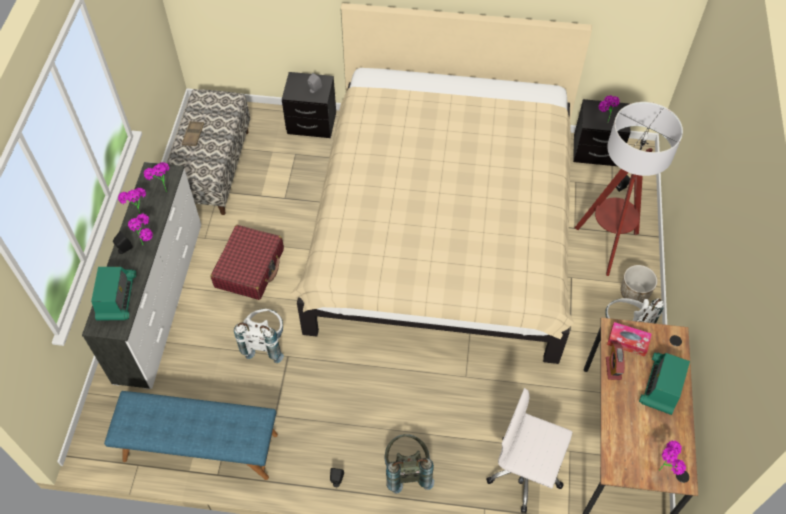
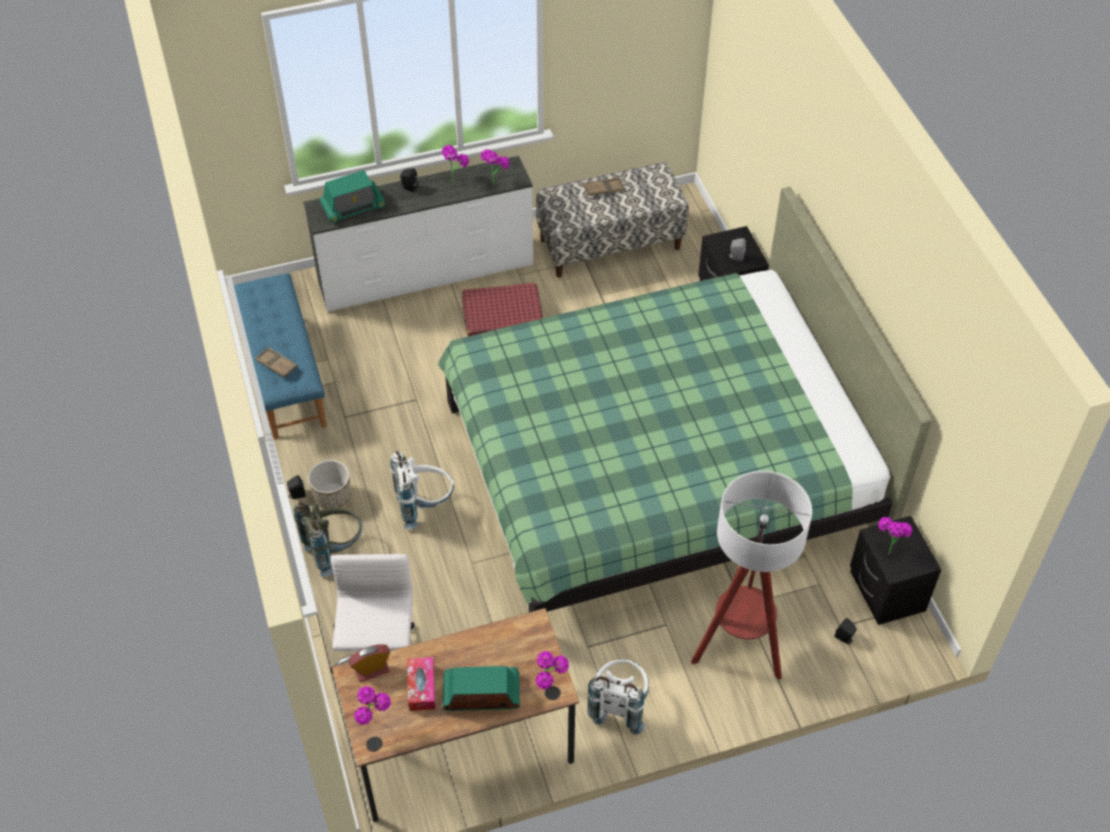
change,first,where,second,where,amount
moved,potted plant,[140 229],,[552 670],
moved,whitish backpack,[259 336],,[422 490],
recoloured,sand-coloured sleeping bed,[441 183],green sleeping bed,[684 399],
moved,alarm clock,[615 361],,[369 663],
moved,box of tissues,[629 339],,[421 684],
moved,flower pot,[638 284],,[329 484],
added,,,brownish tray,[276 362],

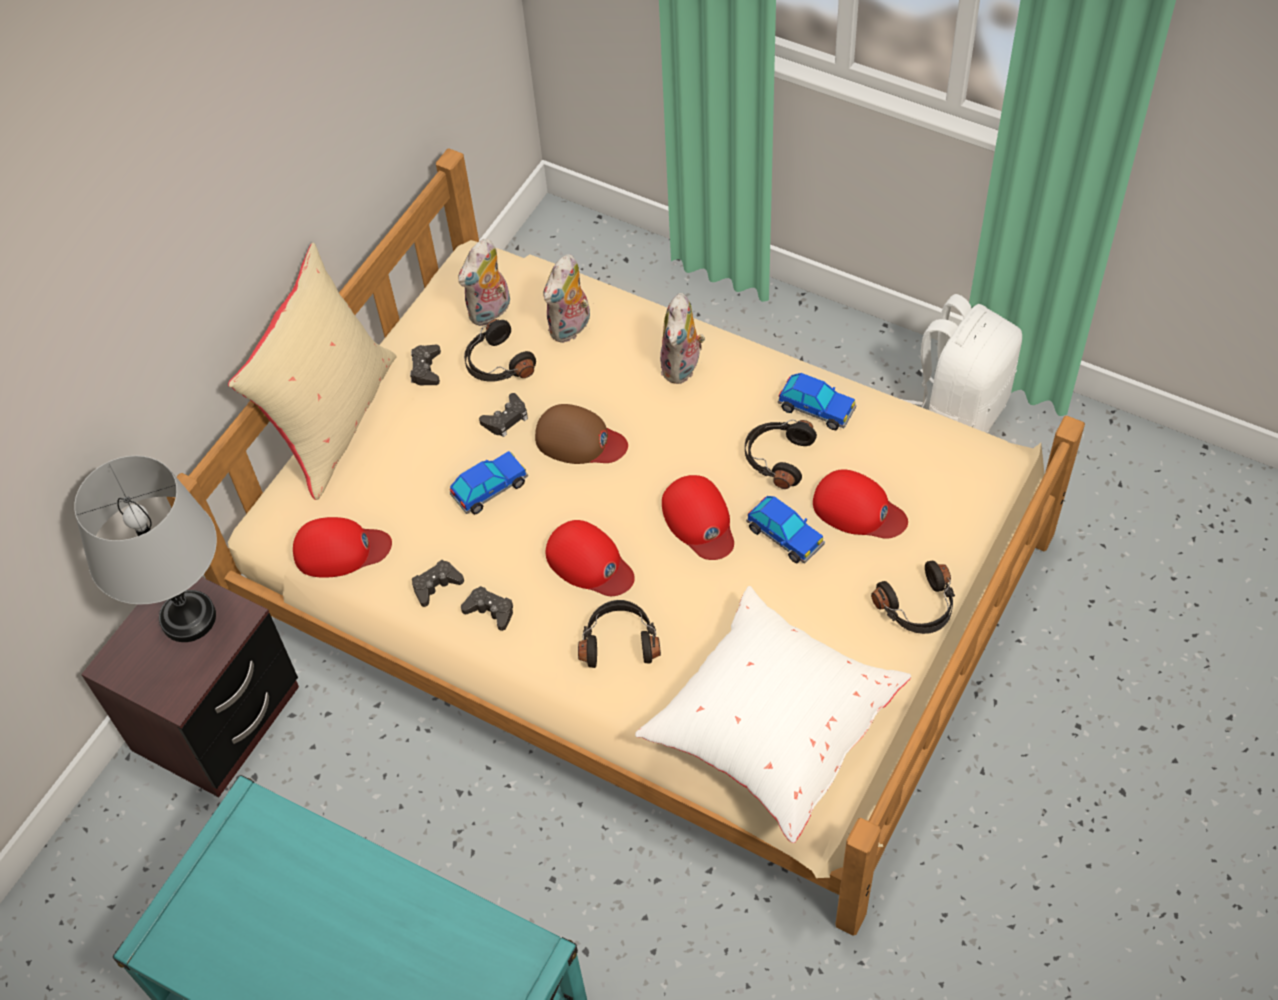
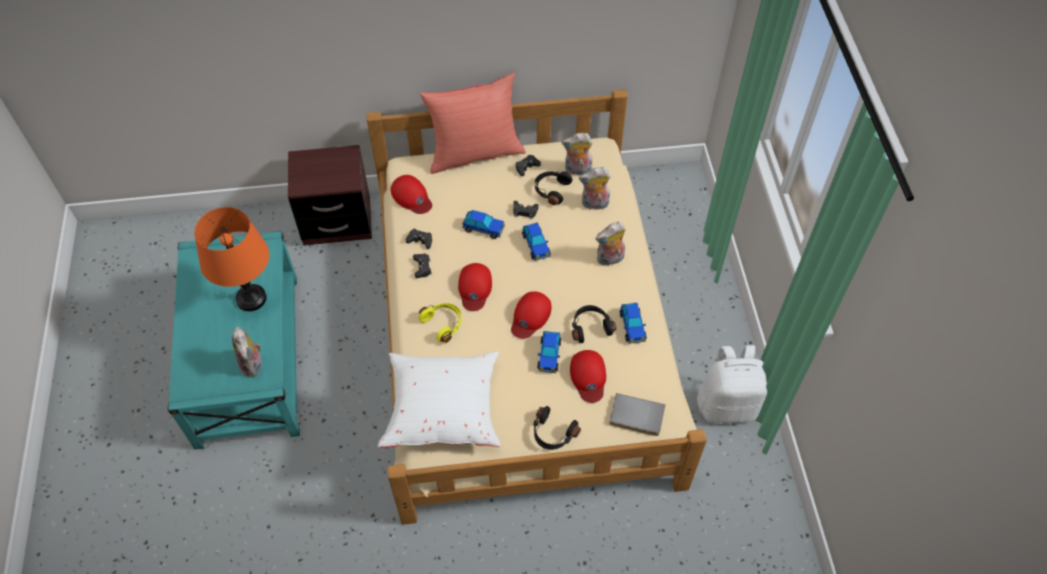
change,first,where,second,where,amount
removed,gray tabletop lamp,[145 549],,,
recoloured,sand-coloured cushion,[312 371],red cushion,[472 123],
replaced,brownish cap,[581 434],toy car,[536 242],
recoloured,blackish headphones,[619 634],yellow headphones,[440 323],
added,,,orange-coloured tabletop lamp,[231 259],
added,,,plush toy,[247 352],
added,,,gray bound book,[637 414],

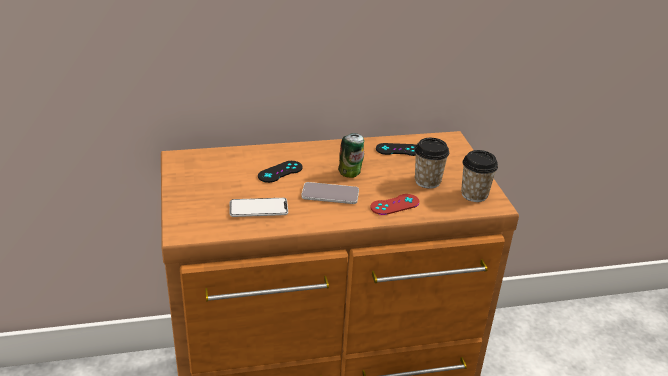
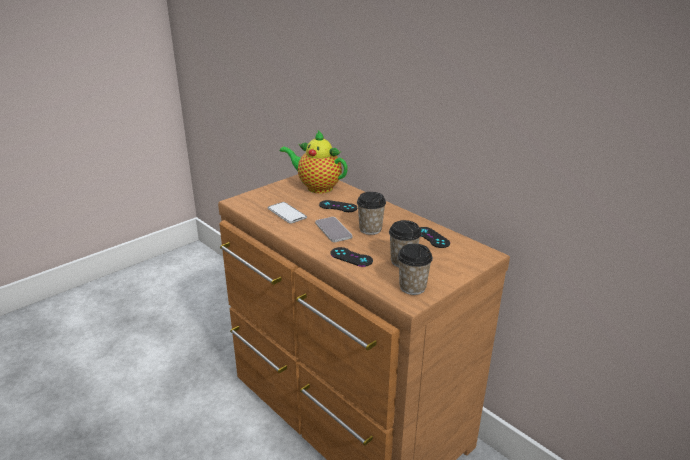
change,first,where,second,where,amount
replaced,metal can,[351 155],small cup,[371 213],
recoloured,red game controller,[394 204],blackish game controller,[352 257],
added,,,pot for tea,[314 161],

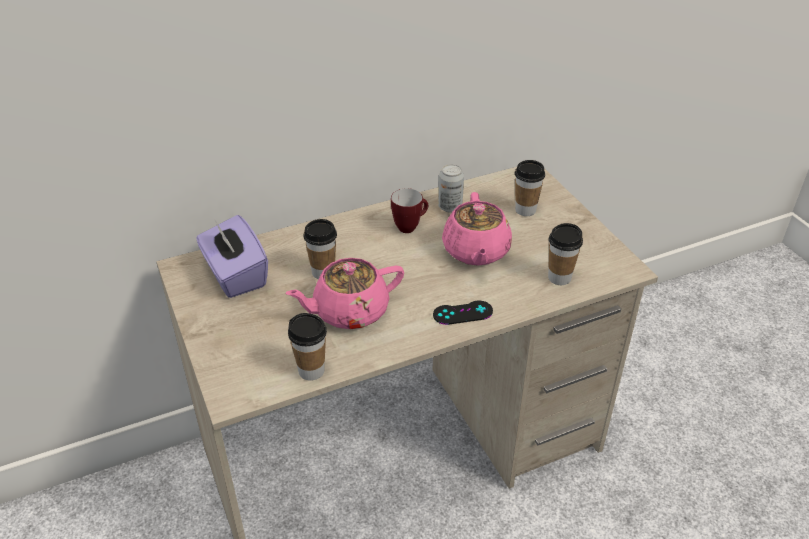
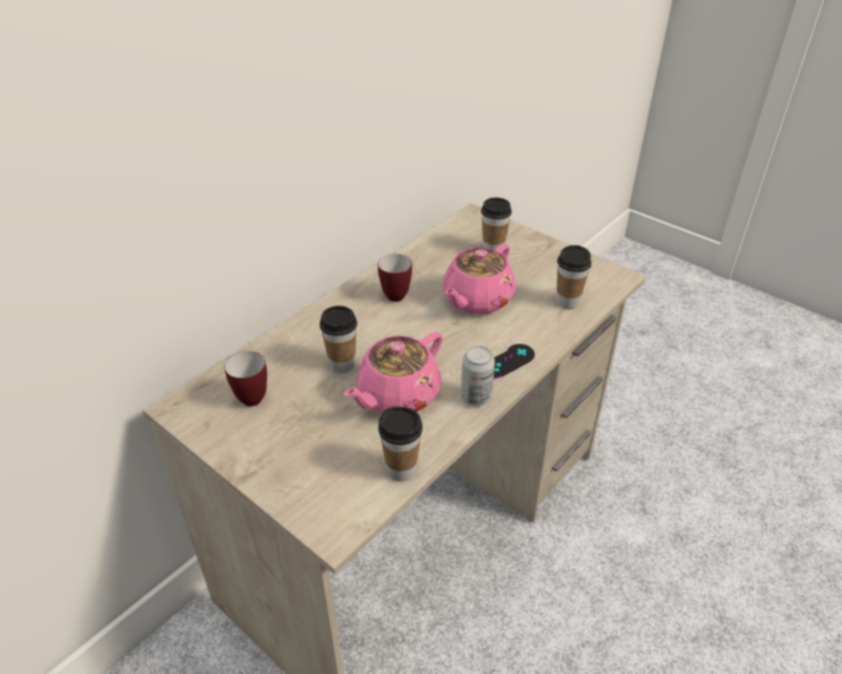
change,first,where,second,where,amount
replaced,purple box of tissues,[232 256],coffee mug,[245 378],
moved,metal can,[451 188],,[478 376],
turned,pinkish pot for tea,[477 229],,[479 279],60 degrees clockwise

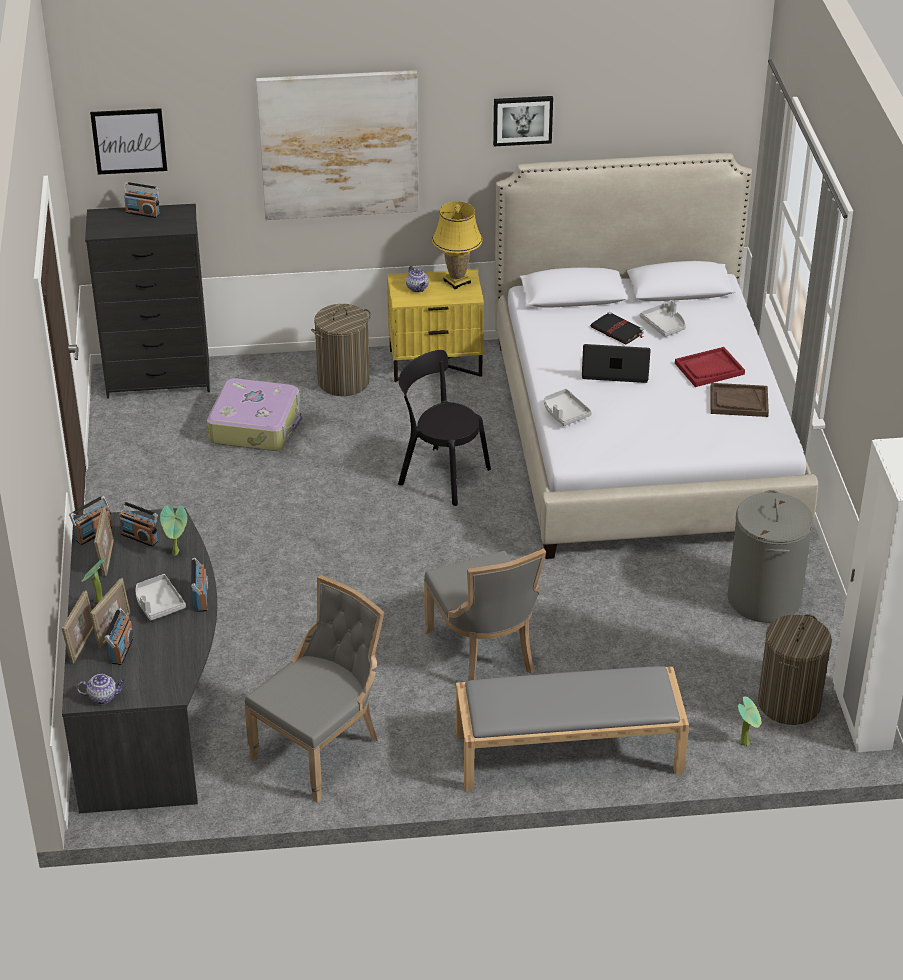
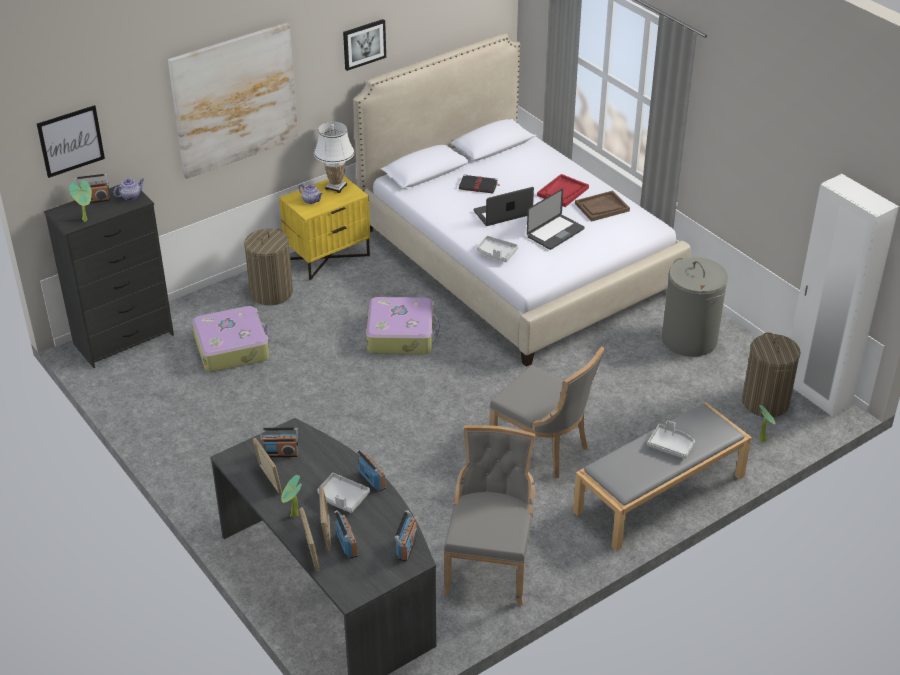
change,first,where,second,where,amount
moved,radio,[90 520],,[406 536],
moved,pot for tea,[100 689],,[129 189],
moved,potted plant,[173 530],,[80 201],
replaced,blackish upright chair,[444 428],travel case,[403 325],
recoloured,yellow tabletop lamp,[457 245],whitish tabletop lamp,[334 157],
moved,gray tray,[663 318],,[671 439],
added,,,laptop,[556 219],

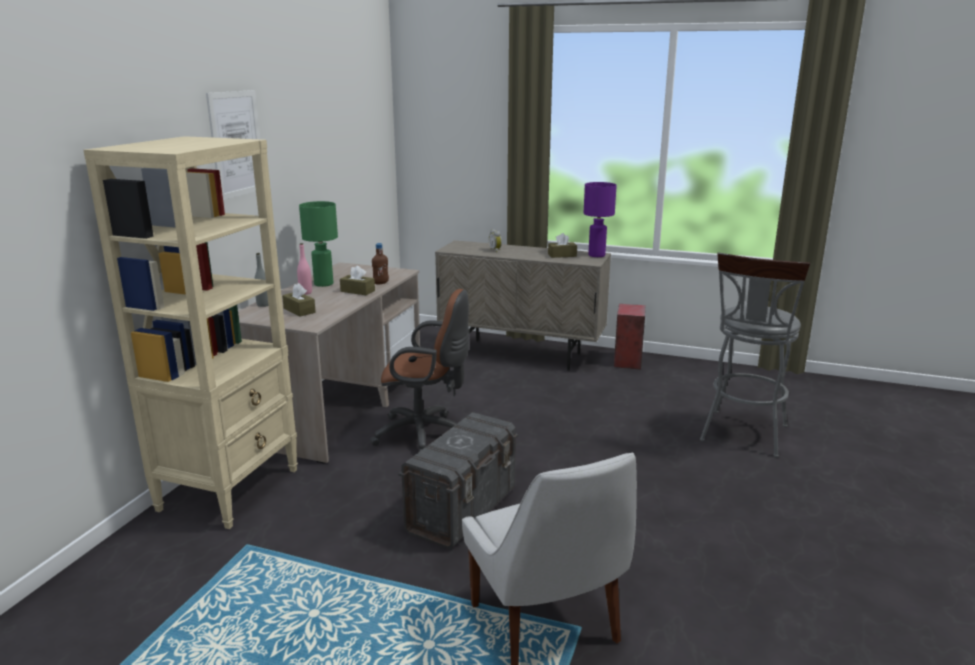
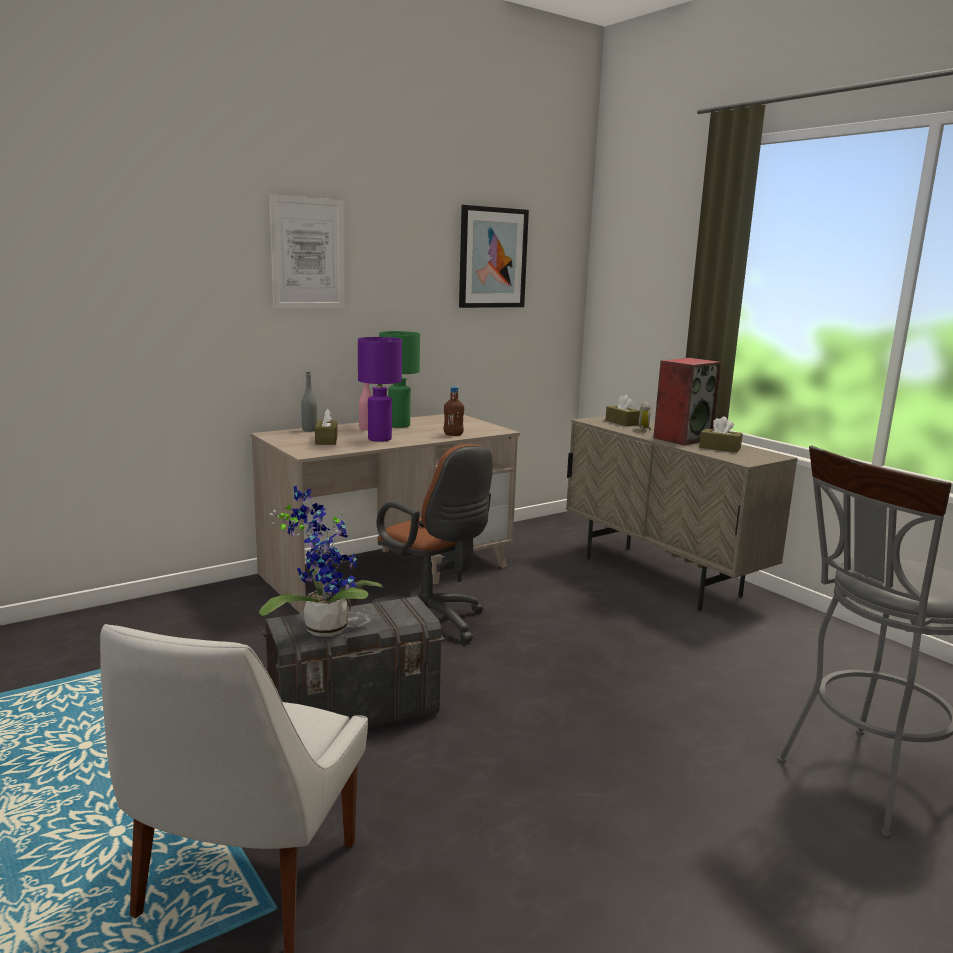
change,first,where,second,where,amount
removed,sand-coloured shelving unit,[190 332],,,
moved,brownish box of tissues,[357 280],,[623 410],
moved,purple tabletop lamp,[600 219],,[380 389],
moved,loudspeaker,[630 336],,[687 401],
added,,,potted plant,[321 561],
added,,,wall art,[494 256],

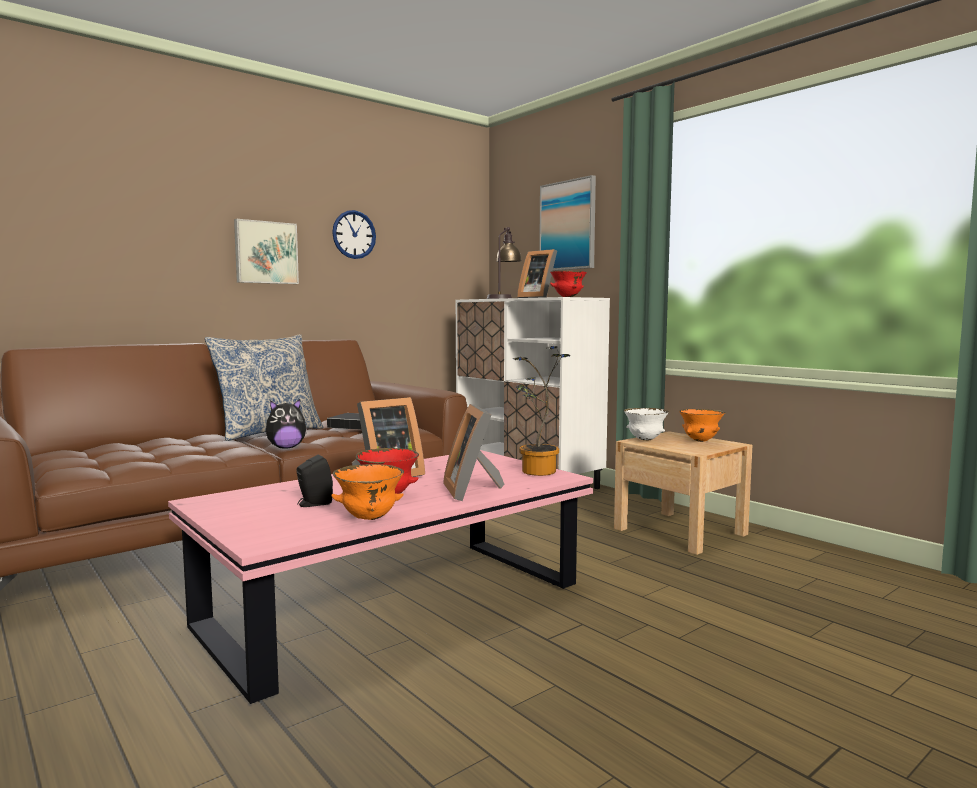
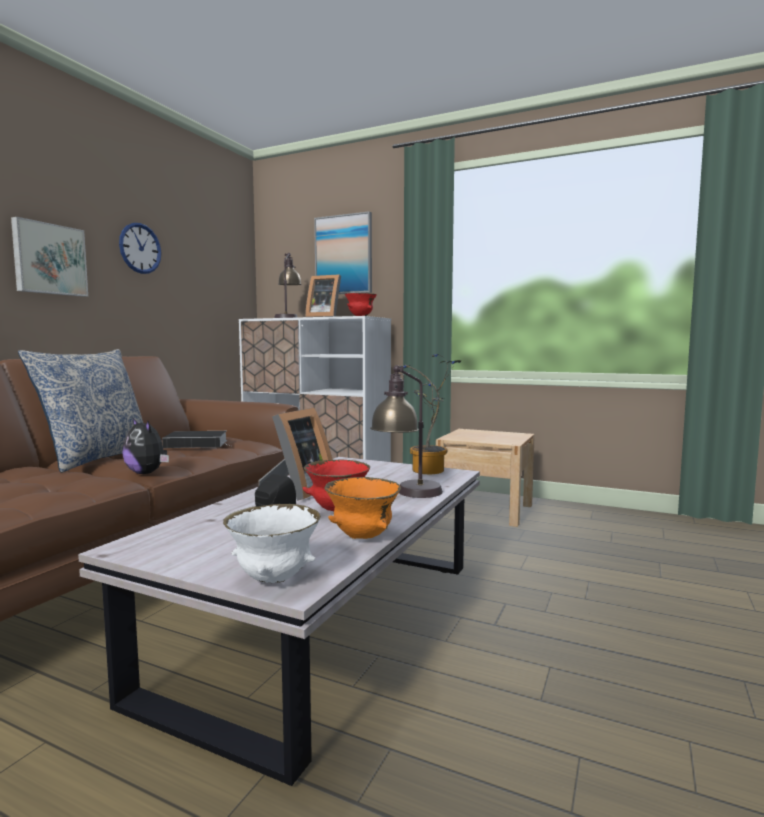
change,first,where,second,where,amount
recoloured,pinkish low table,[380 577],whitish low table,[279 621],
turned,plush toy,[286 424],,[145 446],90 degrees clockwise
replaced,standing frame,[473 452],tabletop lamp,[406 431],
moved,whitish deep dish,[646 424],,[272 543],
removed,orange-coloured deep dish,[702 425],,,

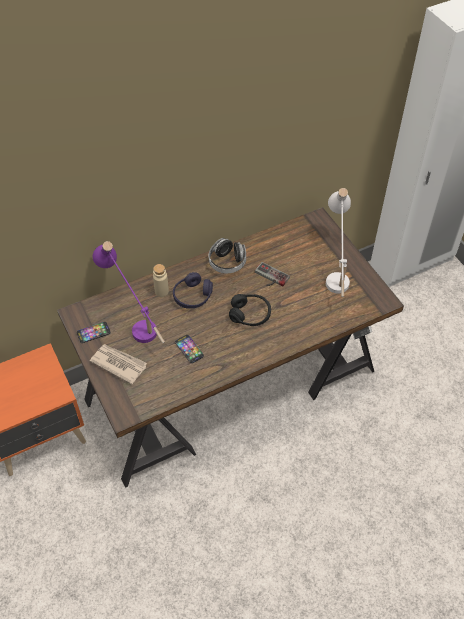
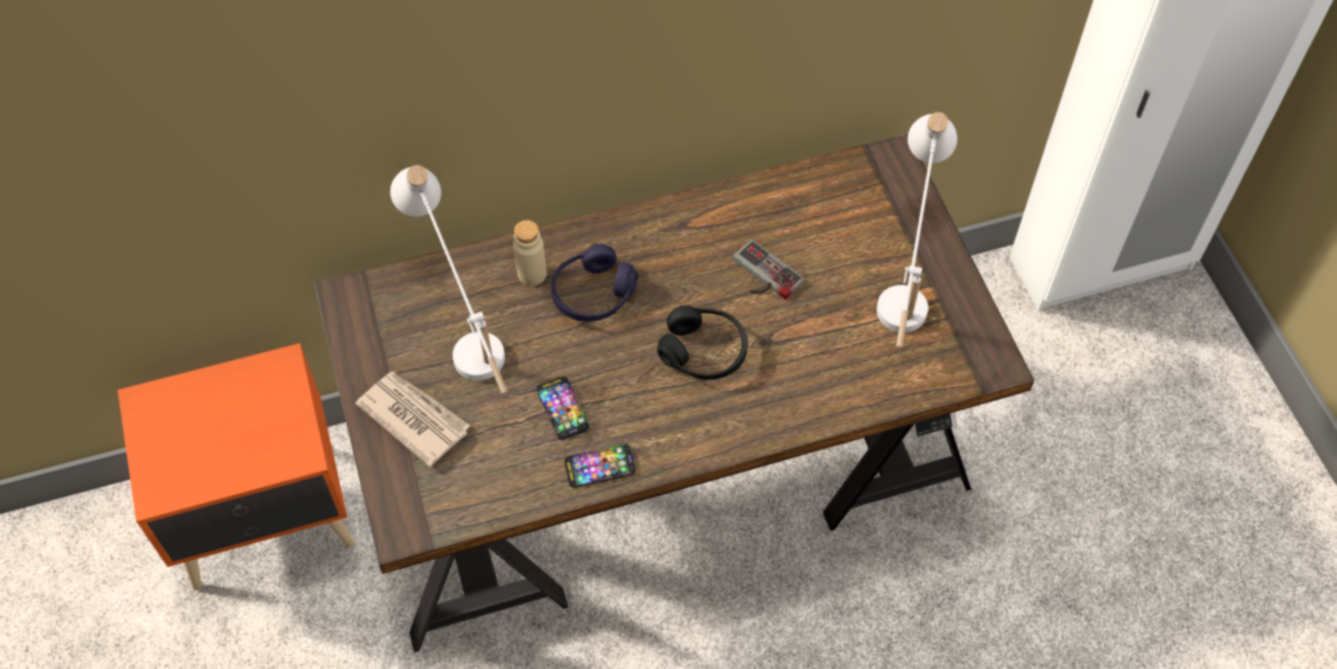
change,first,where,second,where,amount
moved,handset,[93 332],,[600 466],
recoloured,purple tabletop lamp,[129 292],whitish tabletop lamp,[448 279],
removed,headphones,[227 255],,,

